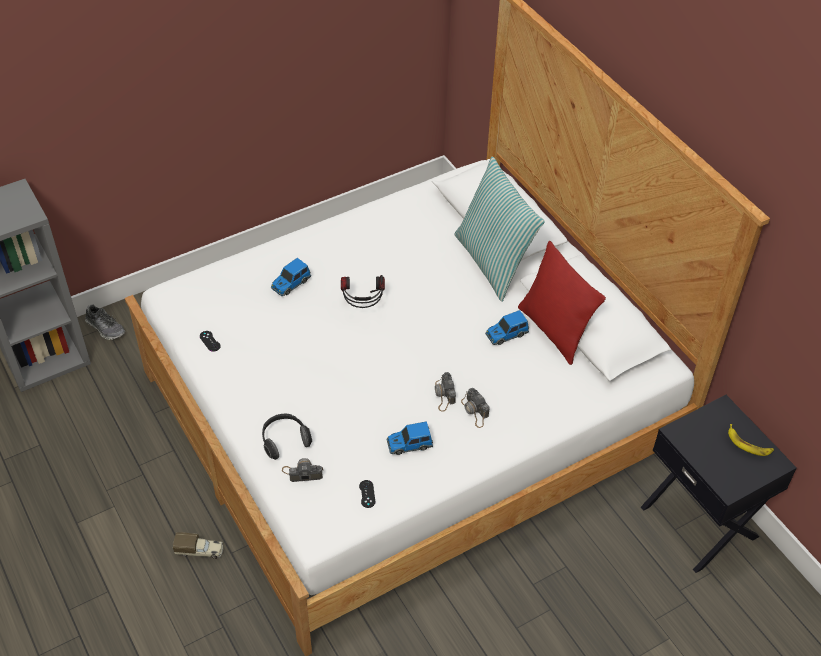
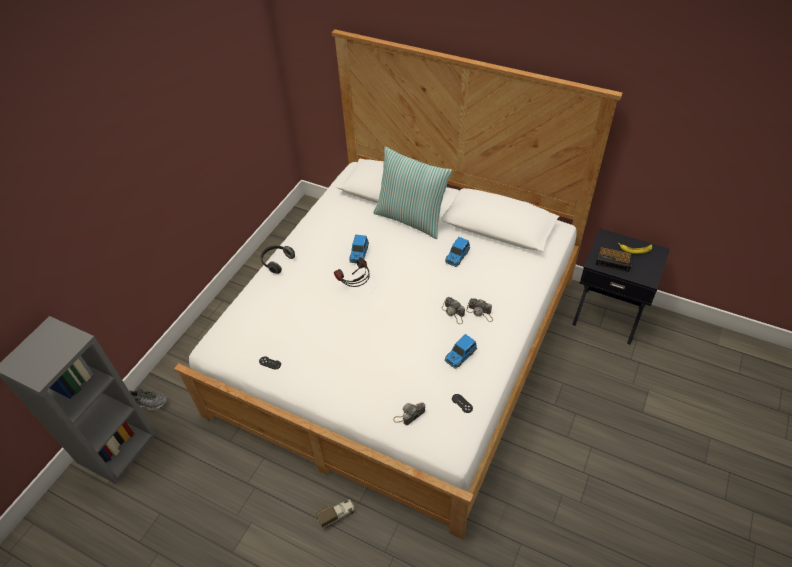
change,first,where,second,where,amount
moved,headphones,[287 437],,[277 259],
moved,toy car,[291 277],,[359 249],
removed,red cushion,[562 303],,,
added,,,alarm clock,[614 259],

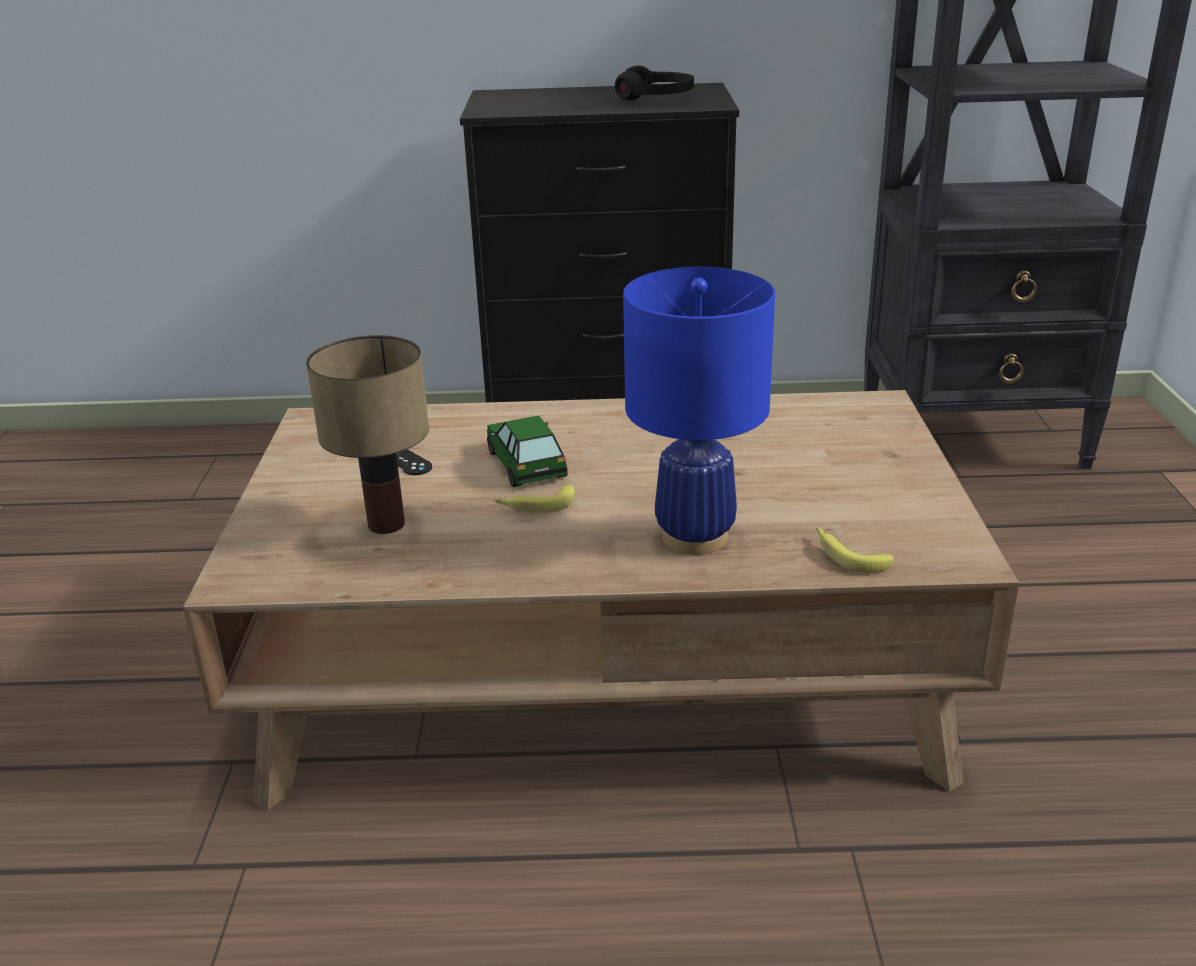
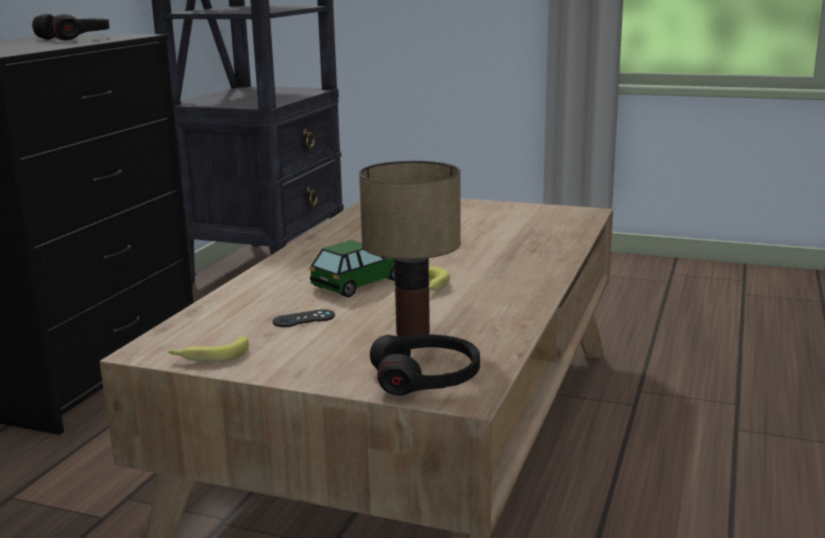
change,first,where,second,where,amount
turned,toy car,[527 451],,[352 268],135 degrees clockwise
removed,blue tabletop lamp,[699 411],,,
moved,whole banana,[855 550],,[208 348],
added,,,blackish headphones,[425 365],

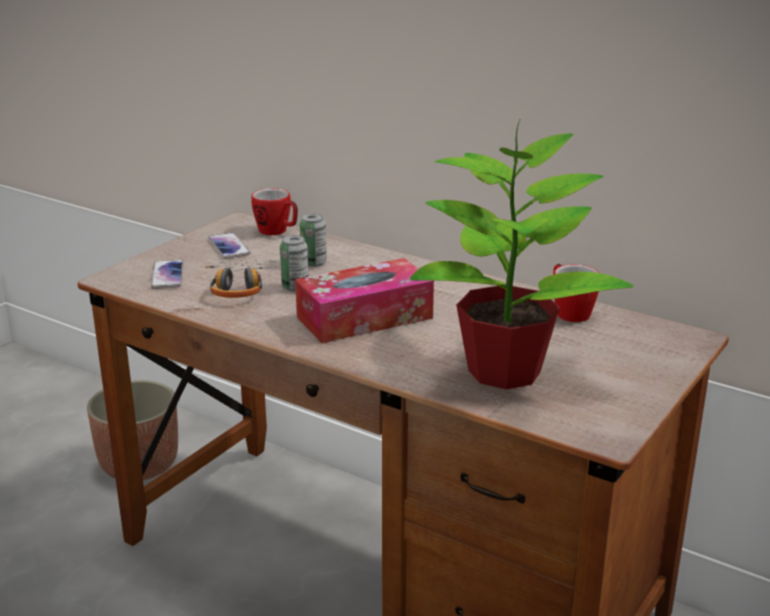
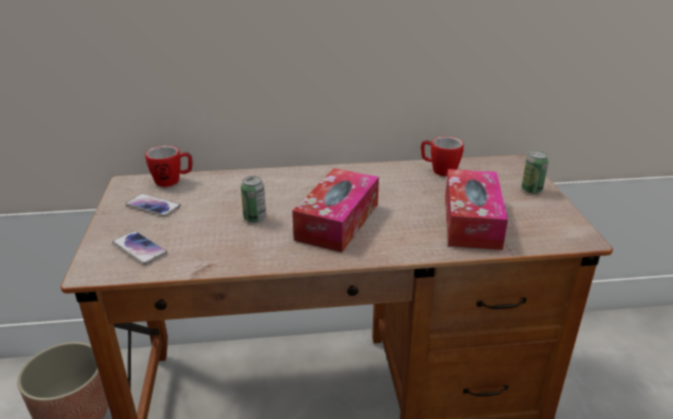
change,first,where,second,where,amount
removed,headphones,[242 278],,,
moved,metal can,[313 240],,[535 172],
replaced,potted plant,[522 254],box of tissues,[476 209],

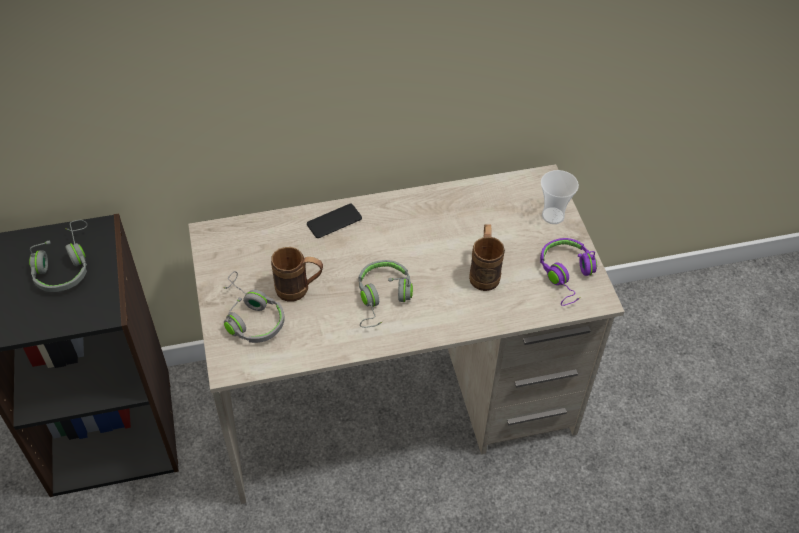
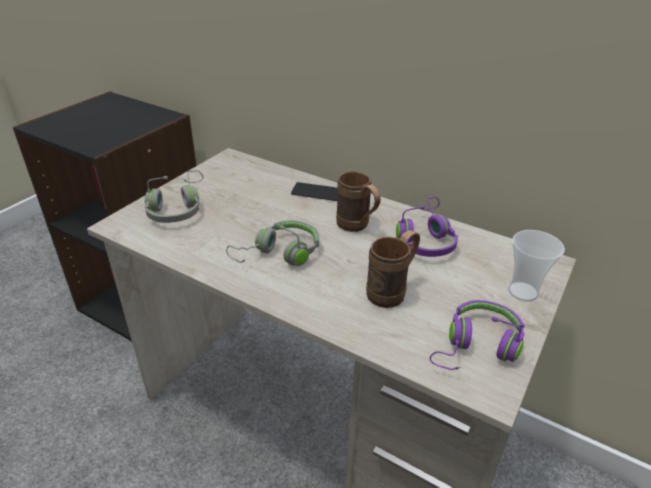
change,first,where,second,where,amount
removed,gray headphones,[58 256],,,
moved,brownish coffee mug,[297 274],,[358 201],
added,,,purple headphones,[427 227],

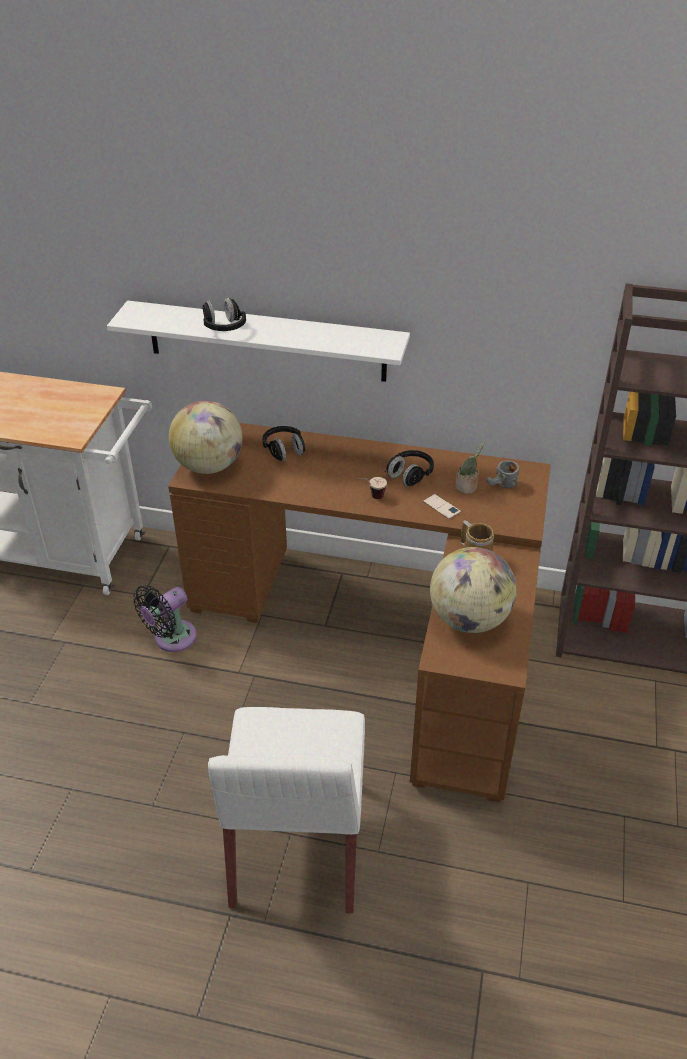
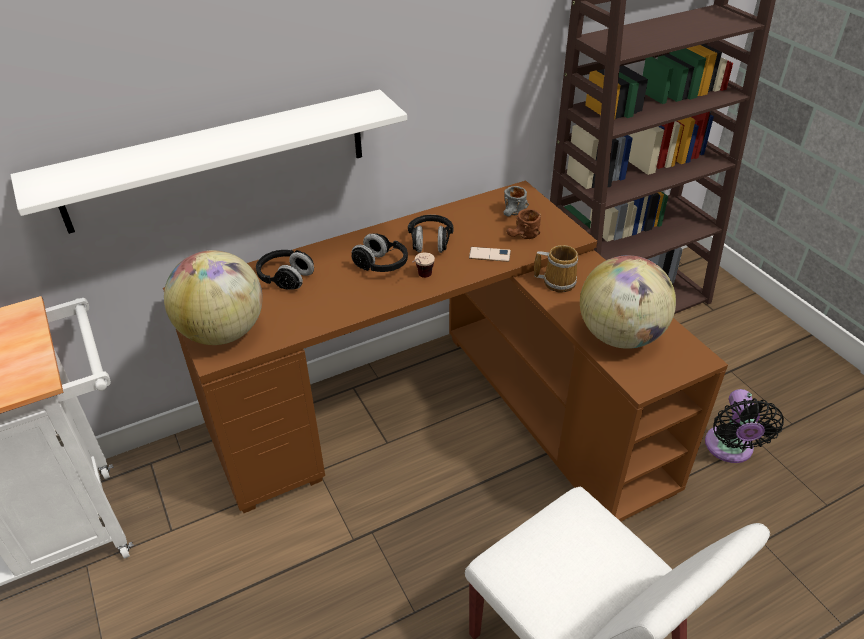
change,first,where,second,where,amount
moved,blackish fan,[165 618],,[744 426],
moved,blackish headphones,[224 314],,[380 252],
removed,potted plant,[469 468],,,
added,,,brownish coffee mug,[523 224],

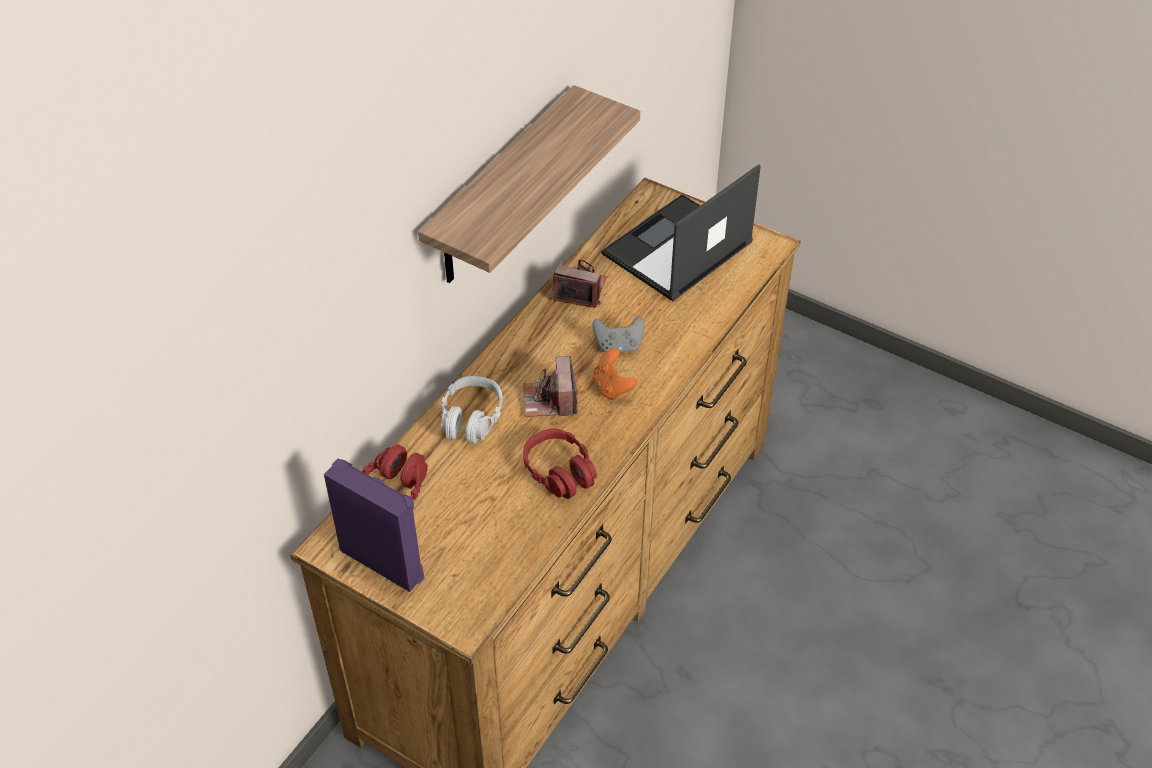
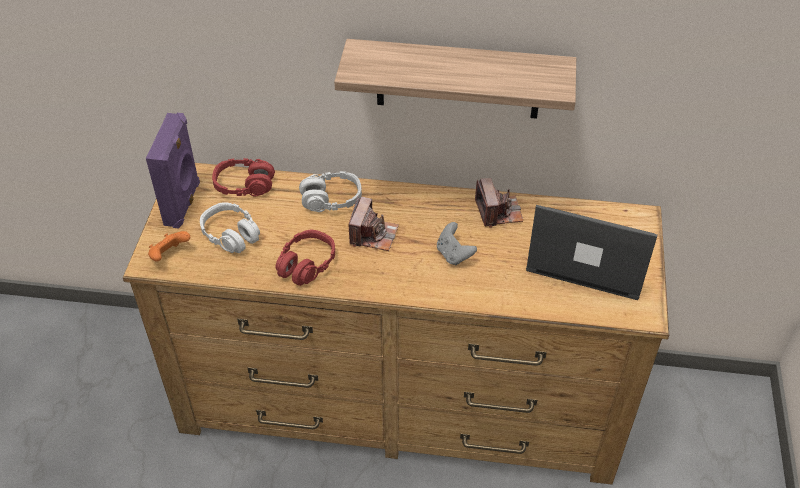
change,first,where,second,where,amount
turned,still camera,[550 386],,[374 224],135 degrees clockwise
moved,orange-coloured game controller,[615 374],,[169 246],
added,,,gray headphones,[230 227],

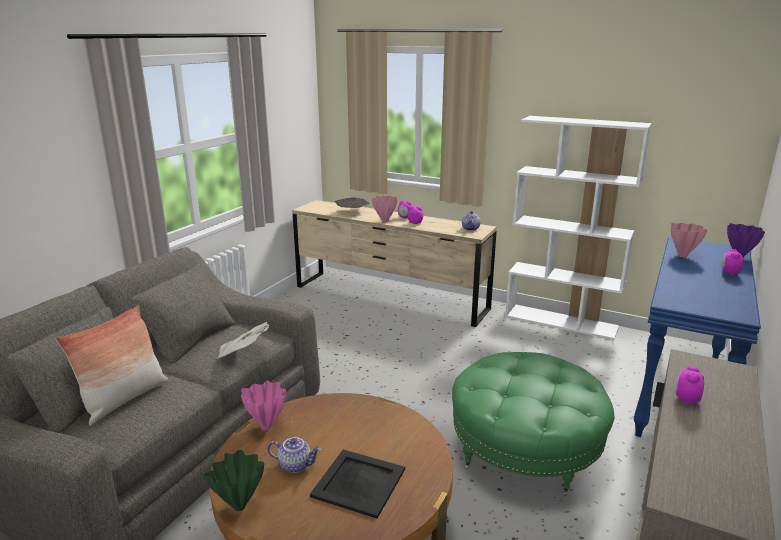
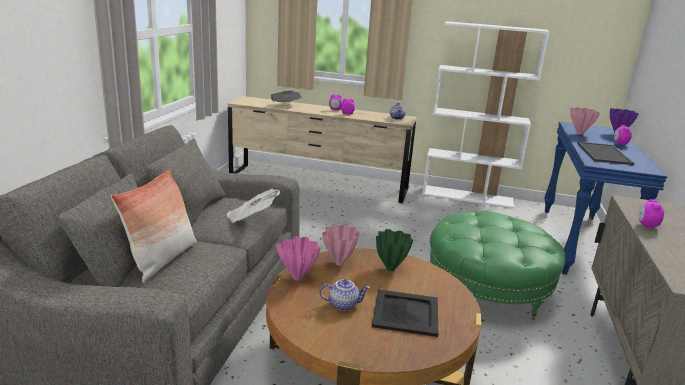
change,first,where,second,where,amount
moved,green decorative vase,[234 480],,[394 250],
moved,pinkish decorative vase,[384 209],,[340 245],
added,,,tray,[605 153],

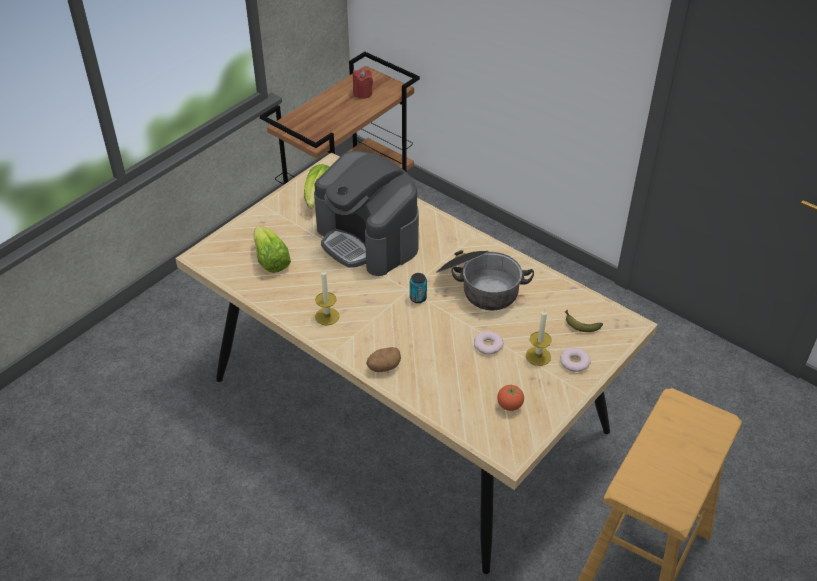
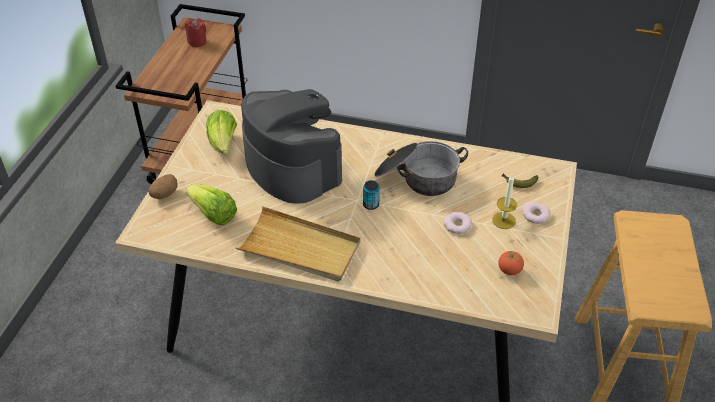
change,first,where,second,where,amount
turned,coffee machine,[366 213],,[291 146],150 degrees counterclockwise
replaced,wax light,[327 297],sand-coloured tray,[298 244],
moved,whole potato,[383 359],,[163 186],

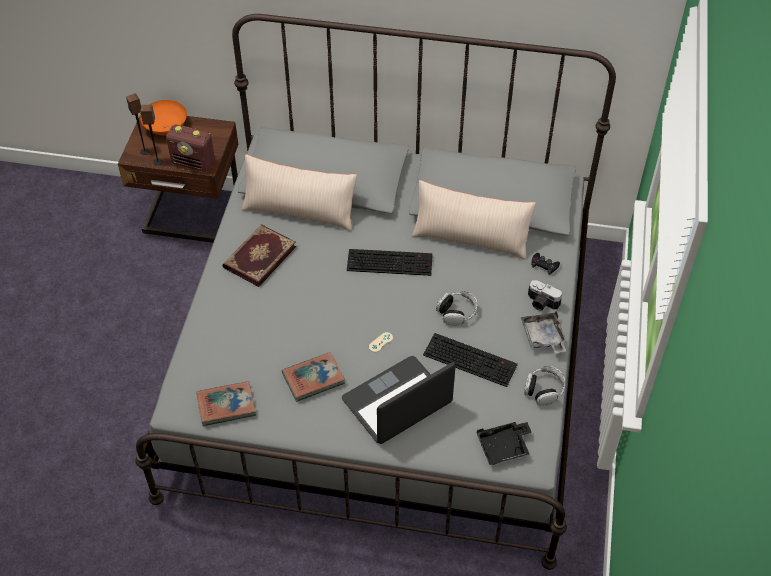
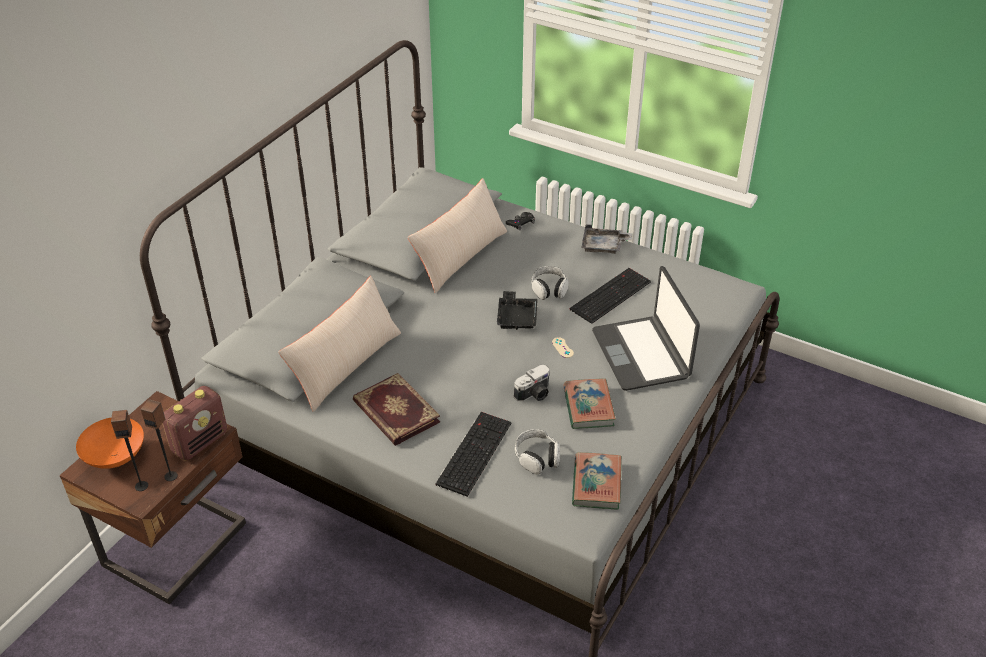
change,first,where,second,where,amount
moved,keyboard,[390 262],,[474 454],
moved,blackish tray,[504 443],,[517 310],
moved,headphones,[545 386],,[537 451],
moved,still camera,[545 295],,[532 383],

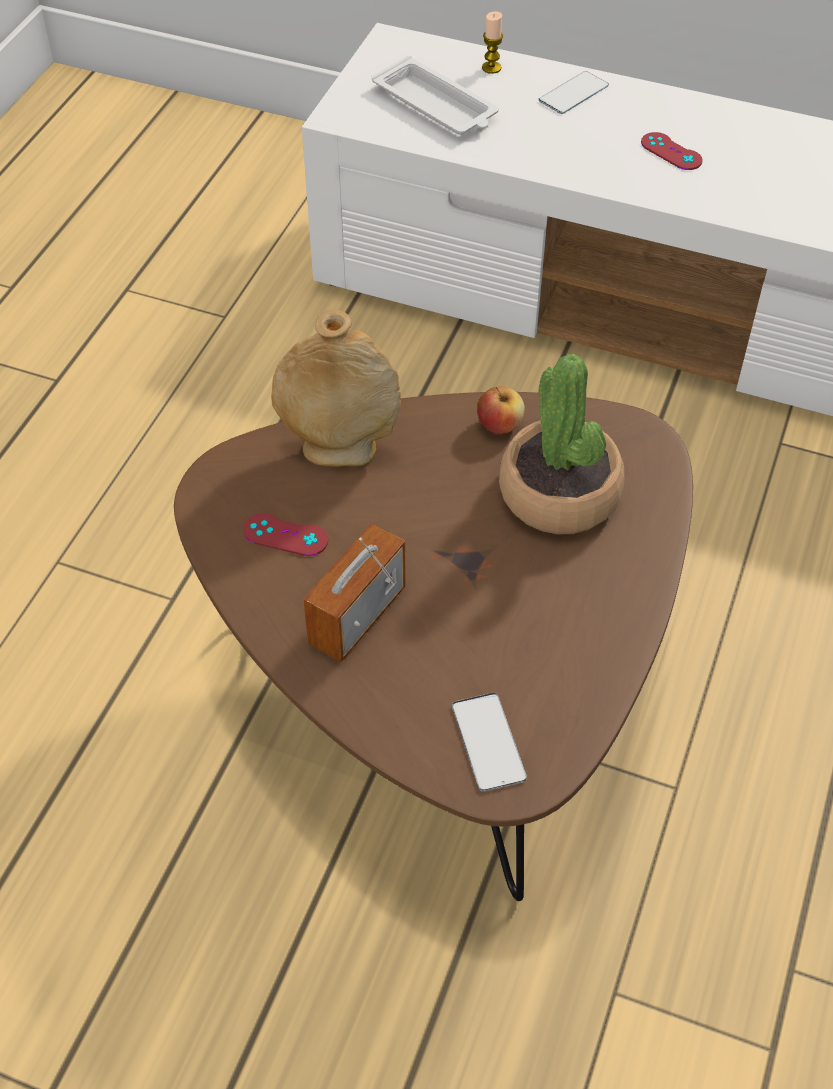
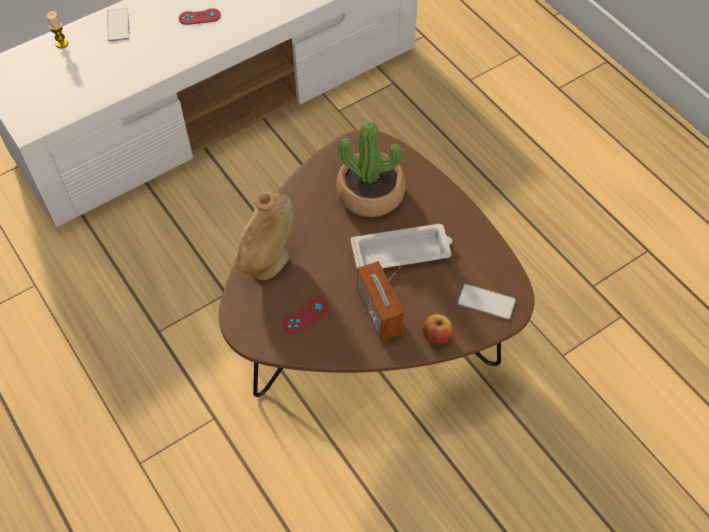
change,first,where,second,where,amount
moved,whitish tray,[435 95],,[401 246],
moved,apple,[501 410],,[438 329],

